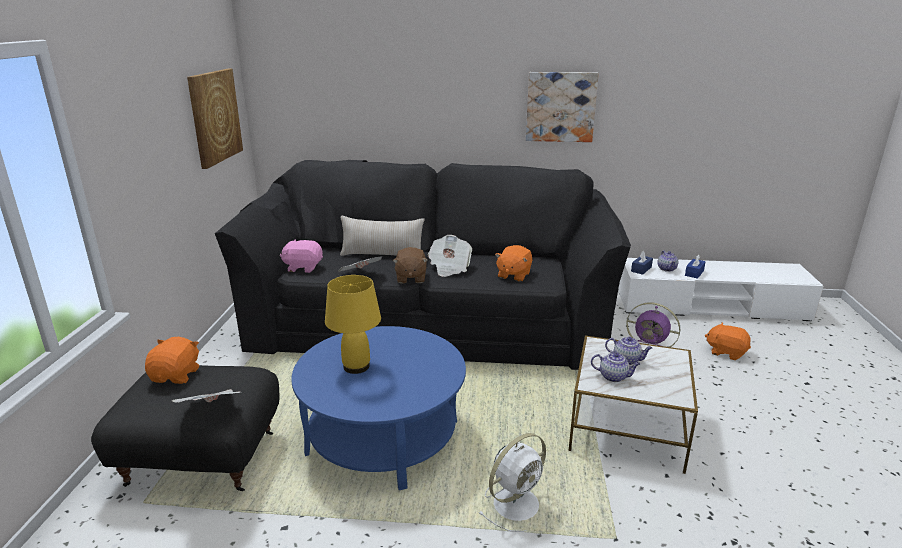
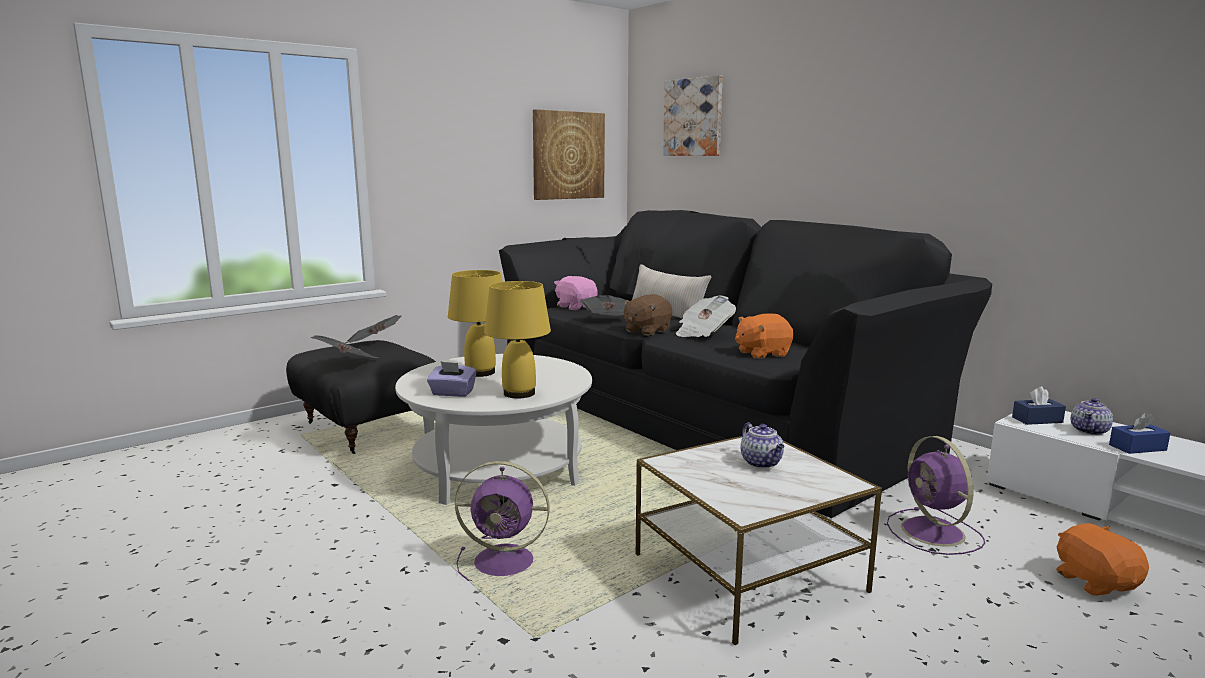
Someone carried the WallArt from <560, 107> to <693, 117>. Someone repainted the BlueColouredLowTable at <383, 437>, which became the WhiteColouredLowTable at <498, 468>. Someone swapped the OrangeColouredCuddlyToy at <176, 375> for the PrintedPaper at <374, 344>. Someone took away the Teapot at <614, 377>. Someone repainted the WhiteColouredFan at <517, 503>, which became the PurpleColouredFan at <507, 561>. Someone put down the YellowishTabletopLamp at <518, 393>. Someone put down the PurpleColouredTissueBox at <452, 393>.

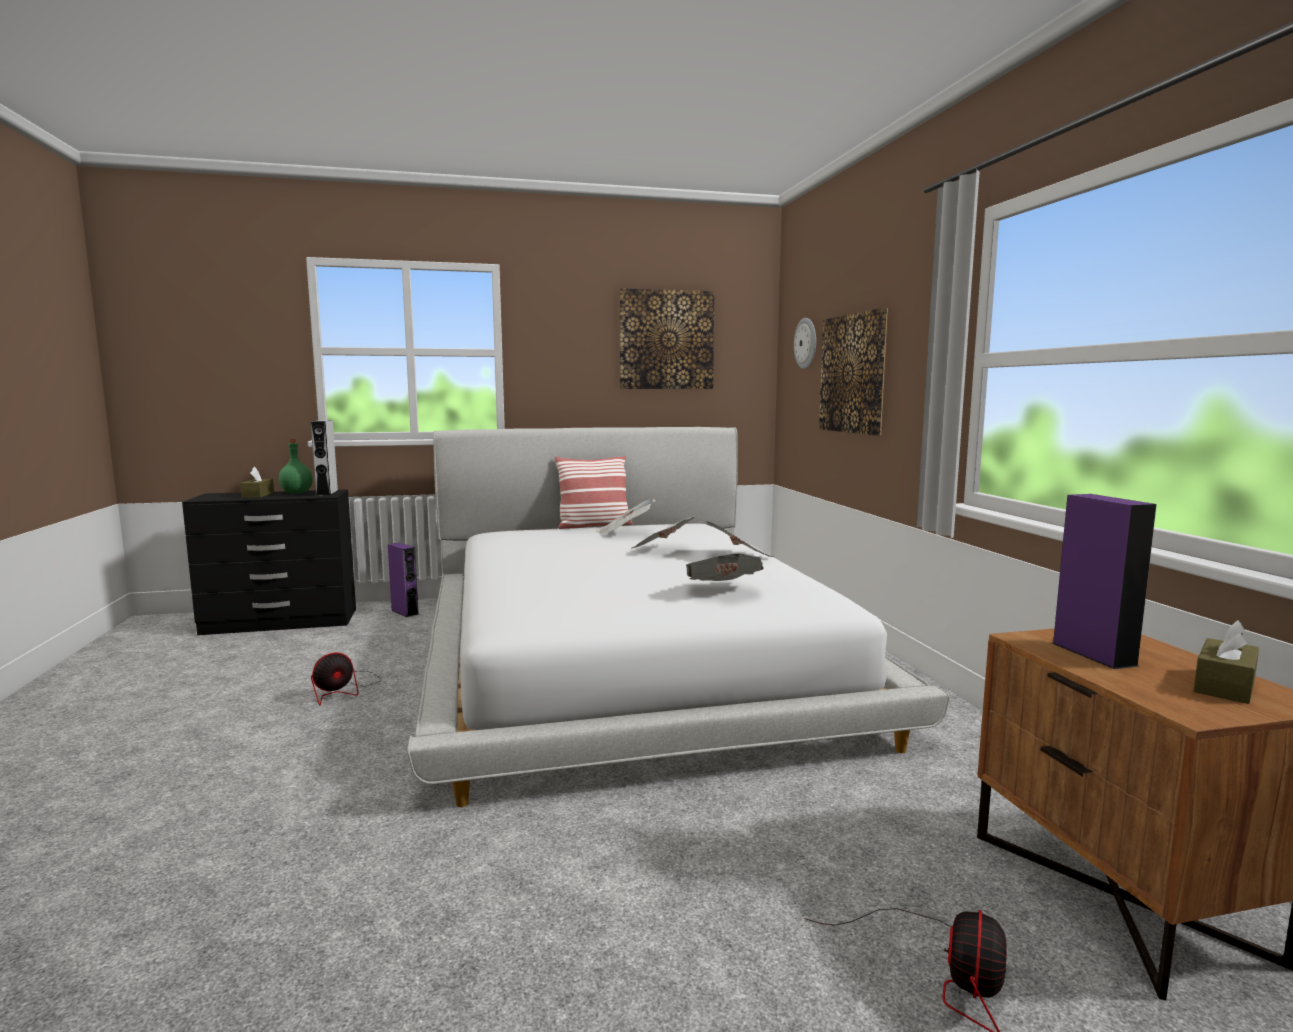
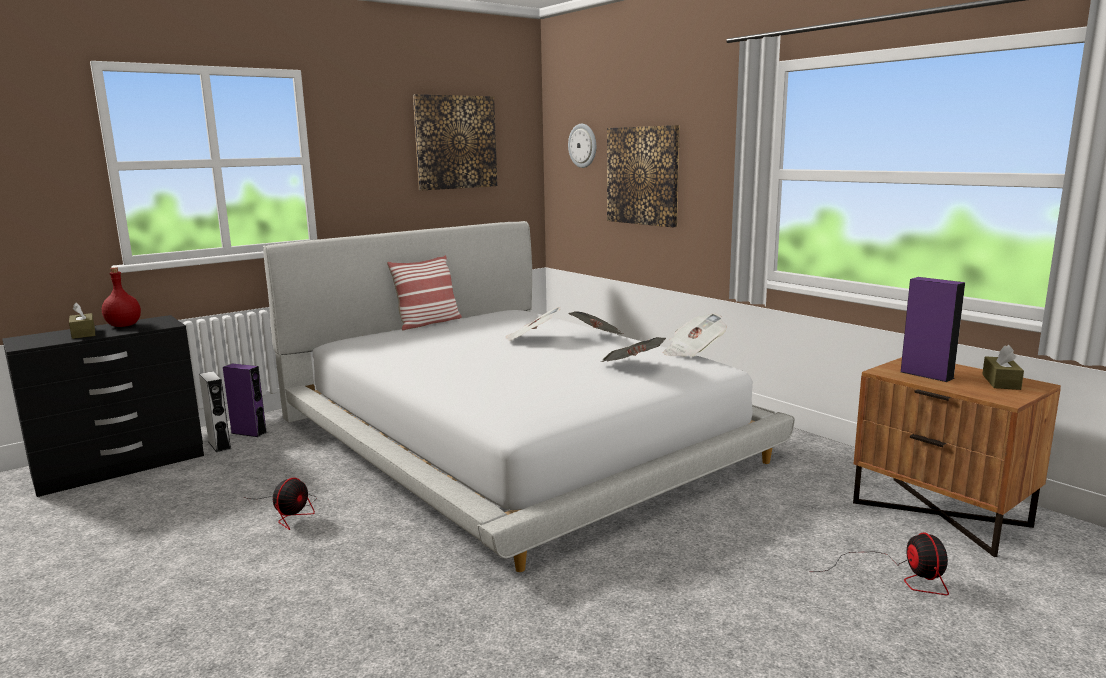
Someone carried the GreyishLoudspeaker from <327, 493> to <219, 445>. Someone repainted the GreenishBottle at <296, 493>, which became the ReddishBottle at <123, 326>. Someone carried the PrintedPaper from <625, 532> to <693, 352>.

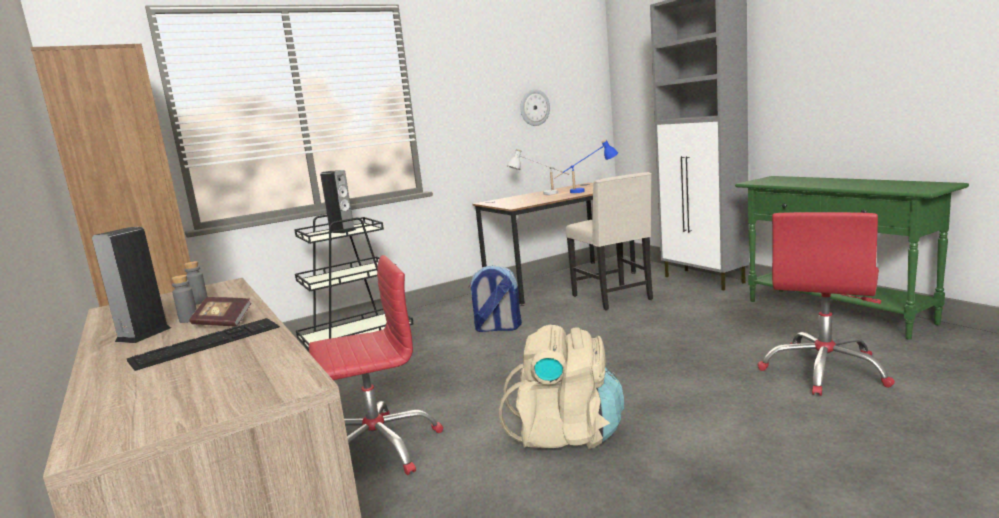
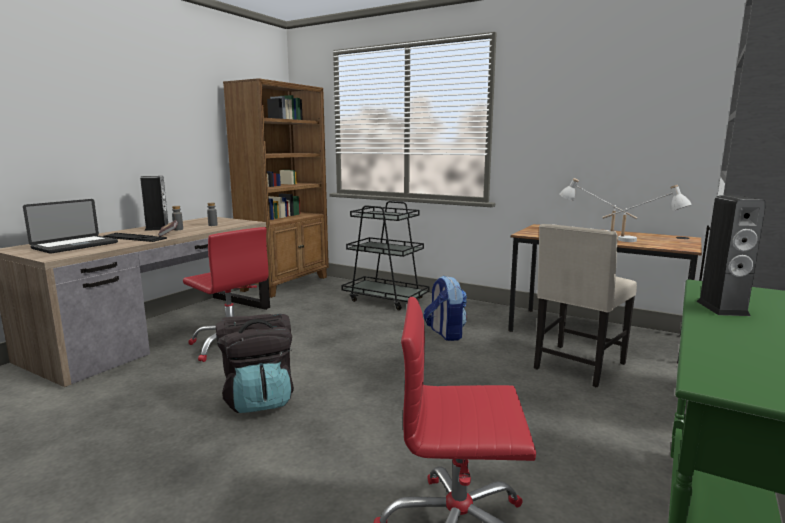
Someone took away the ClockOnTheWall at <534, 107>. Someone repainted the BlueColouredTabletopLamp at <587, 190>, which became the WhiteColouredTabletopLamp at <640, 242>. Someone carried the Loudspeaker from <342, 231> to <722, 308>. Someone repainted the BeigeColouredBackpack at <566, 433>, which became the BlackishBackpack at <259, 399>. Someone put down the PortableComputer at <75, 246>.

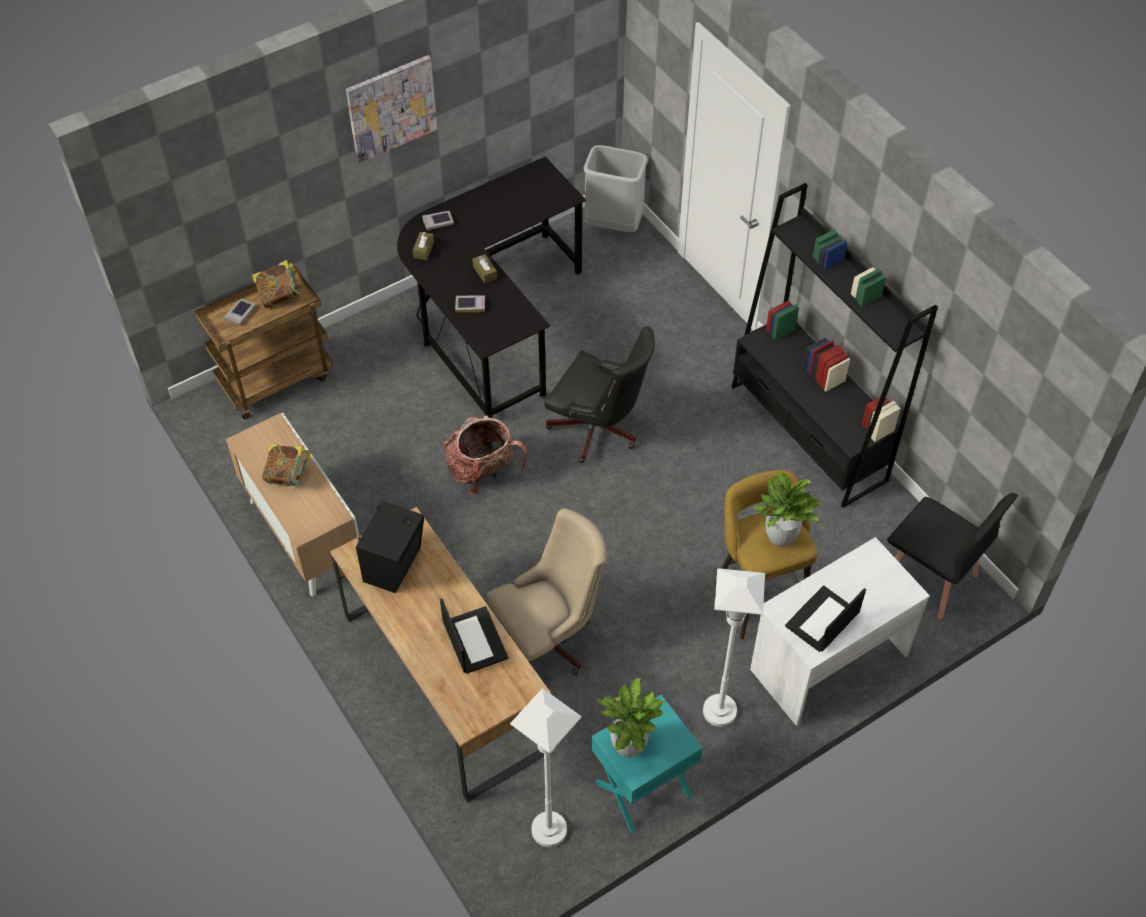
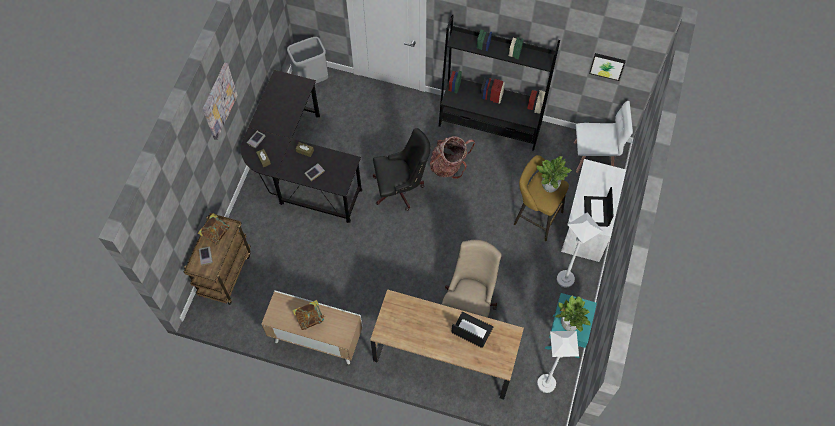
Someone carried the Backpack from <483, 471> to <449, 165>. Someone repainted the BlackishUprightChair at <930, 578>, which became the WhiteColouredUprightChair at <593, 157>. Someone took away the BlackishLoudspeaker at <395, 565>. Someone put up the WallArt at <607, 65>.

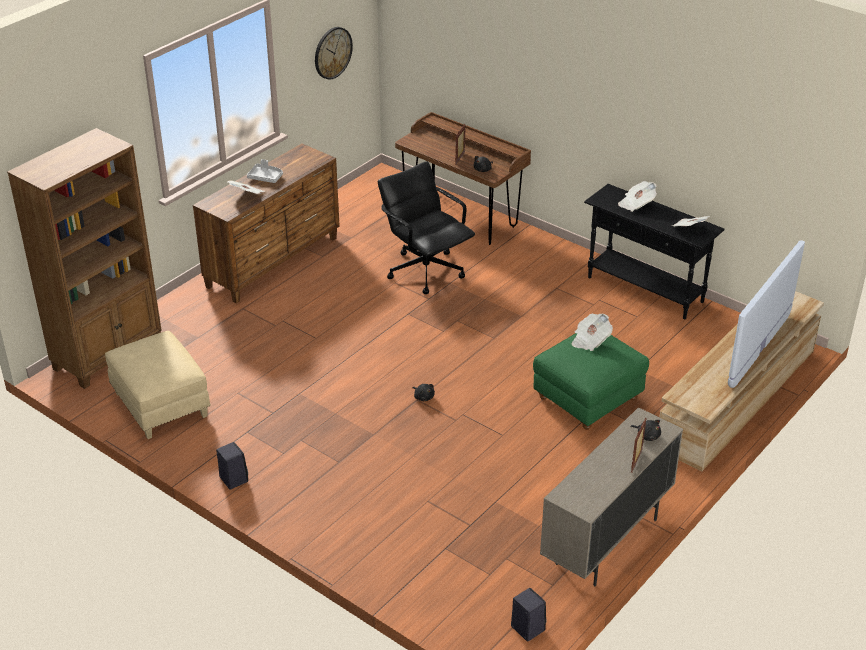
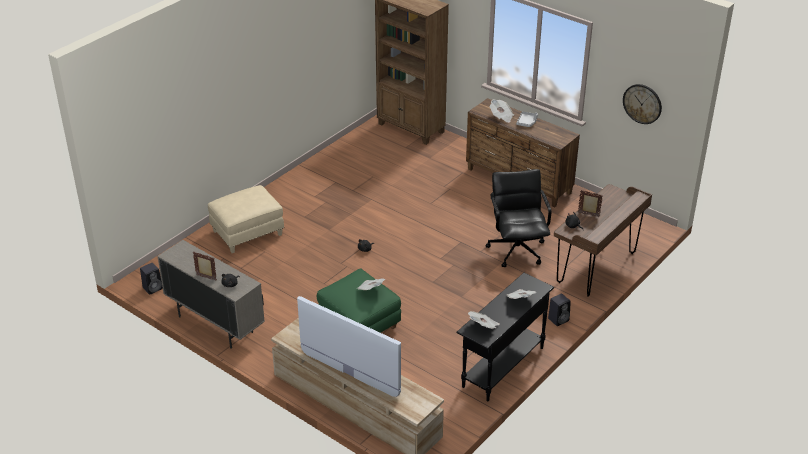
Someone rotated the BlackishComputerChair at <425, 270> by 60 degrees counterclockwise. Someone carried the BeigeColouredOttoman from <160, 404> to <248, 232>. Someone carried the BlackishLoudspeaker from <233, 479> to <558, 319>.

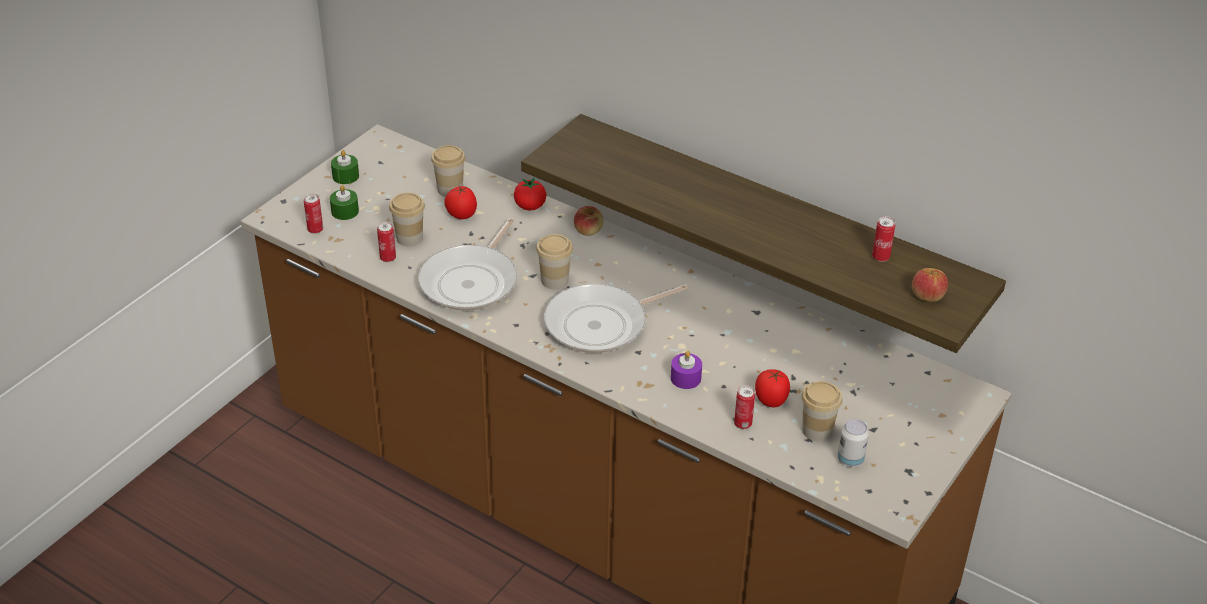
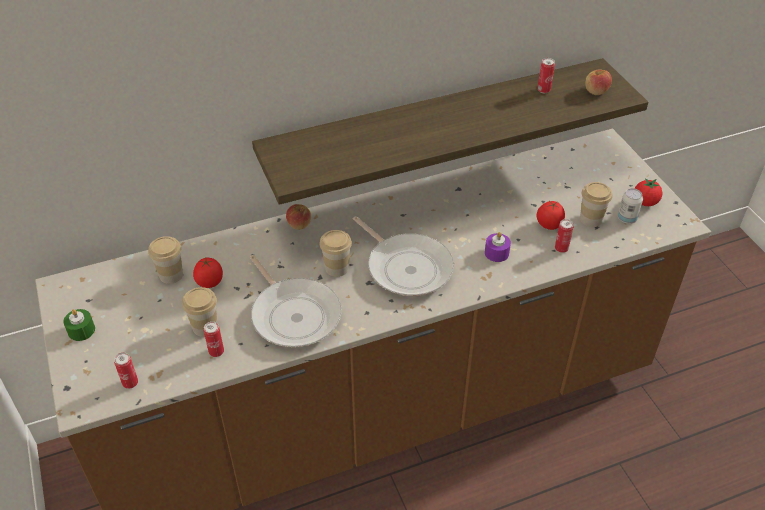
Someone carried the WholeTomato from <530, 206> to <645, 202>. Someone took away the GreenishWaxCandle at <345, 211>. Someone rotated the Pan at <601, 324> by 45 degrees counterclockwise.

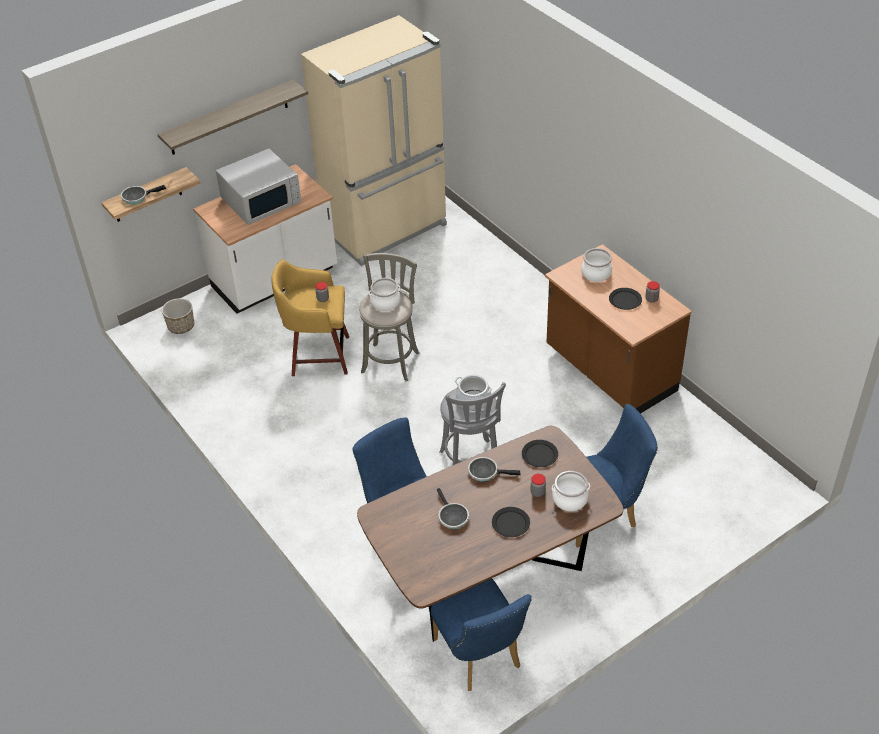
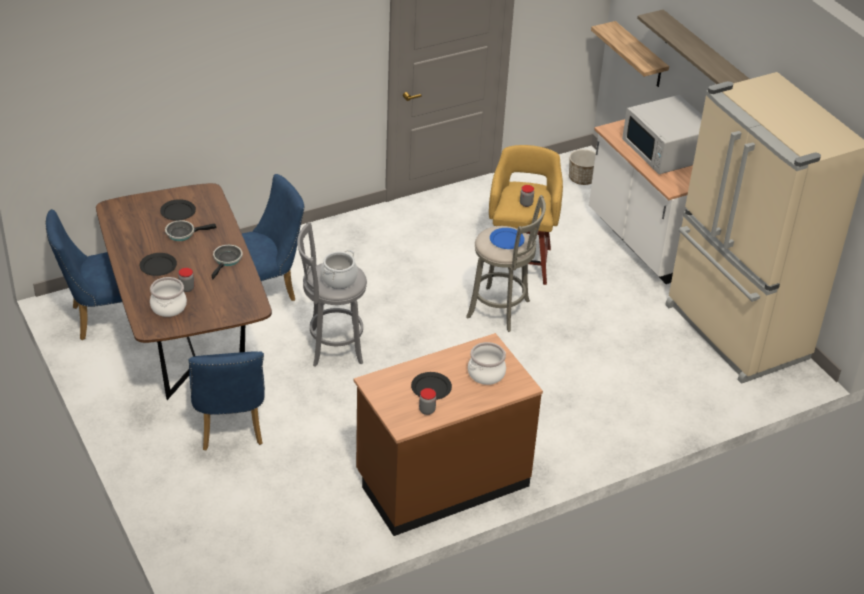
Someone took away the Pan at <137, 197>. Someone swapped the CookingPot at <385, 302> for the BlueColouredFlatDish at <507, 240>. Someone carried the BlackishFlatDish from <539, 454> to <178, 211>.

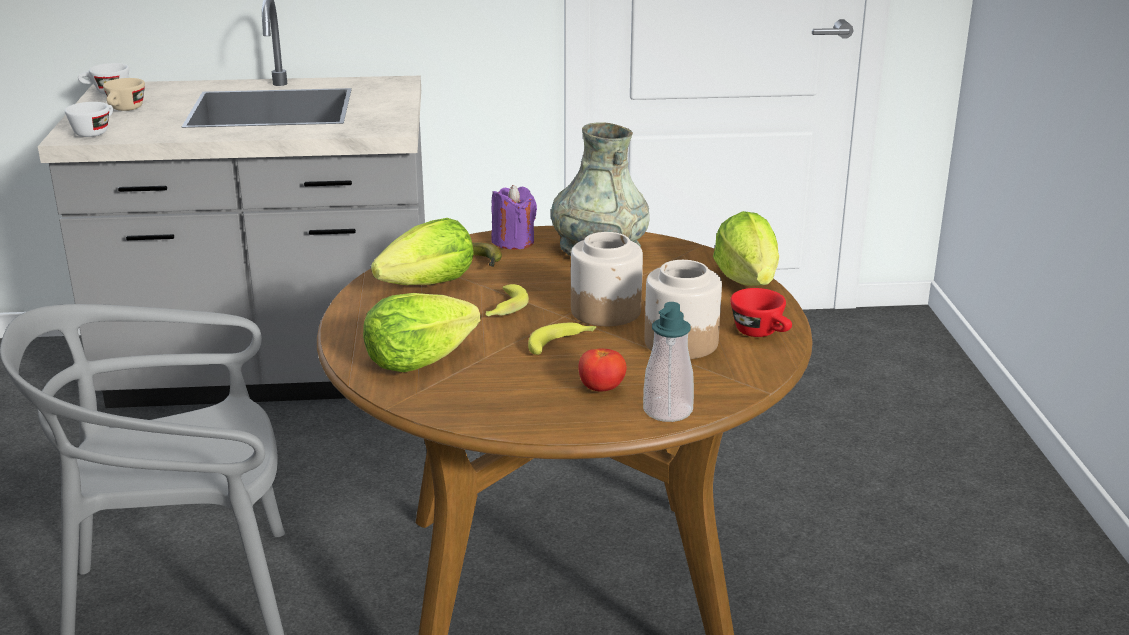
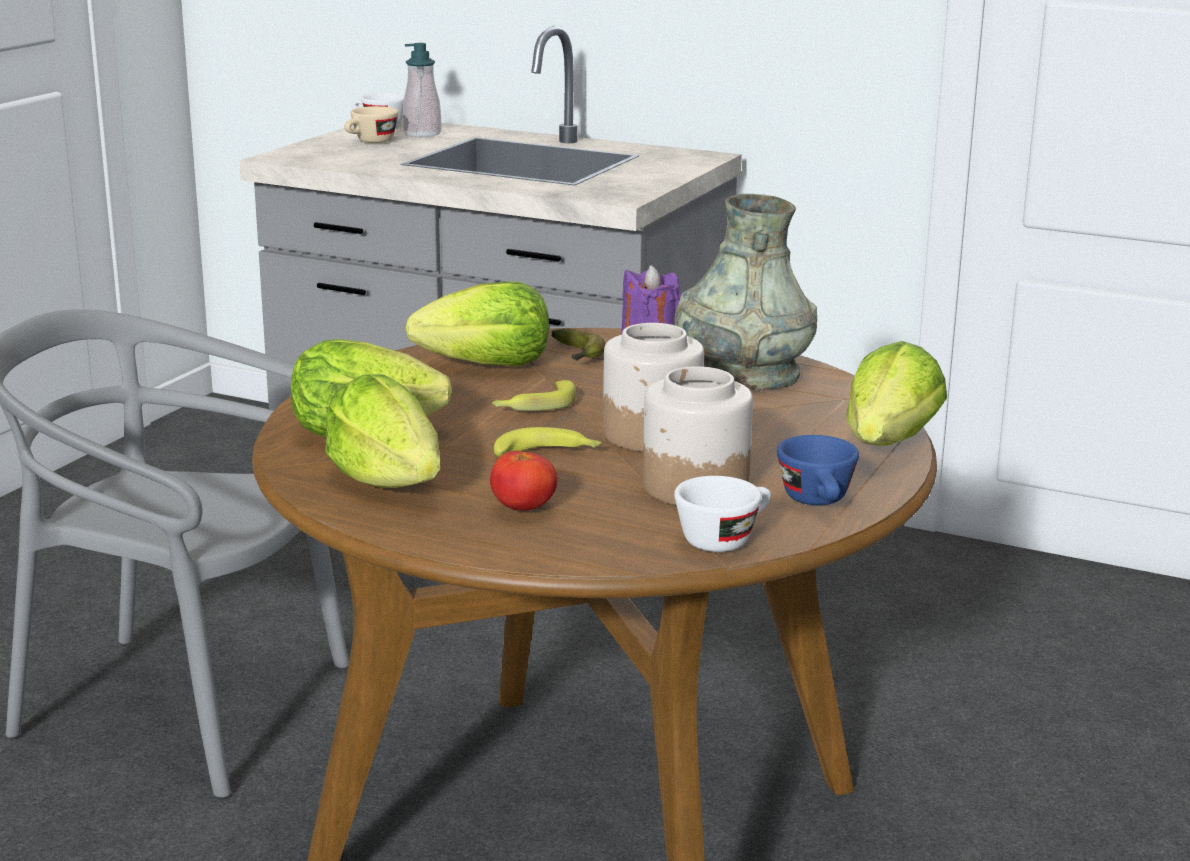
Someone carried the WhiteColouredDrinkingCup from <95, 132> to <724, 539>. Someone repainted the ReddishDrinkingCup at <762, 333>, which became the BlueColouredDrinkingCup at <819, 502>. Someone carried the SoapDispenser from <667, 411> to <422, 134>. Someone put down the Lettuce at <388, 482>.

